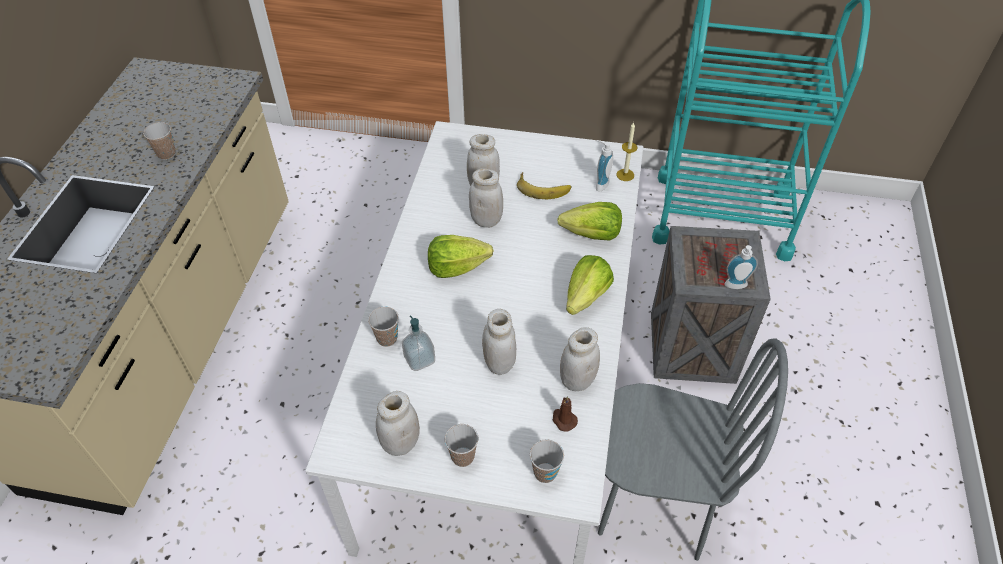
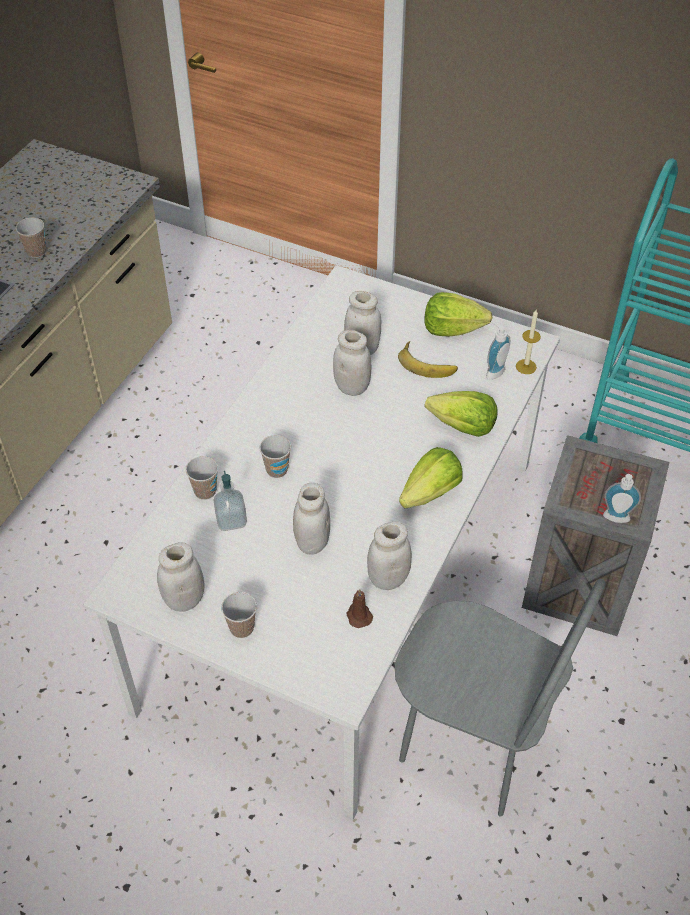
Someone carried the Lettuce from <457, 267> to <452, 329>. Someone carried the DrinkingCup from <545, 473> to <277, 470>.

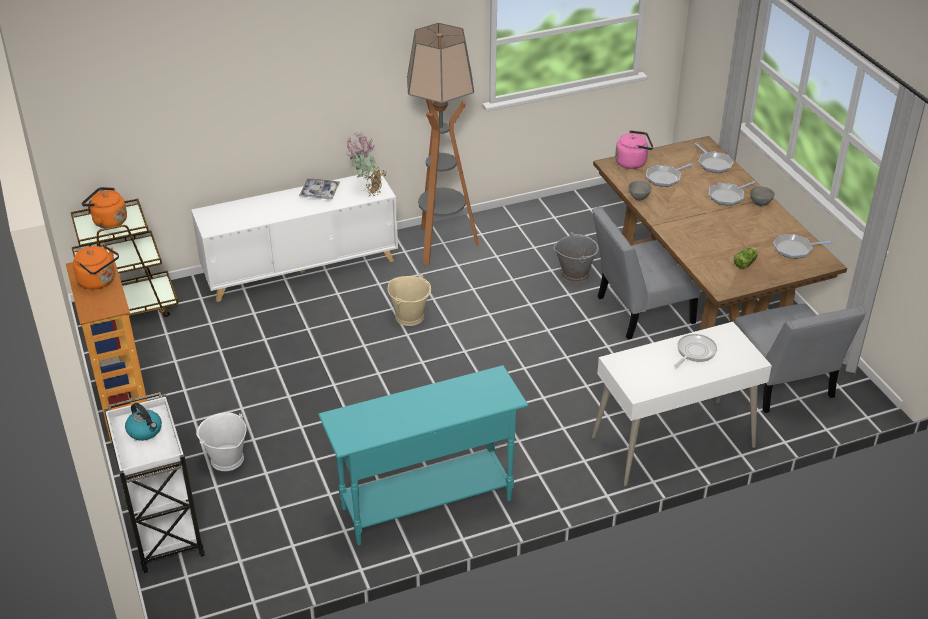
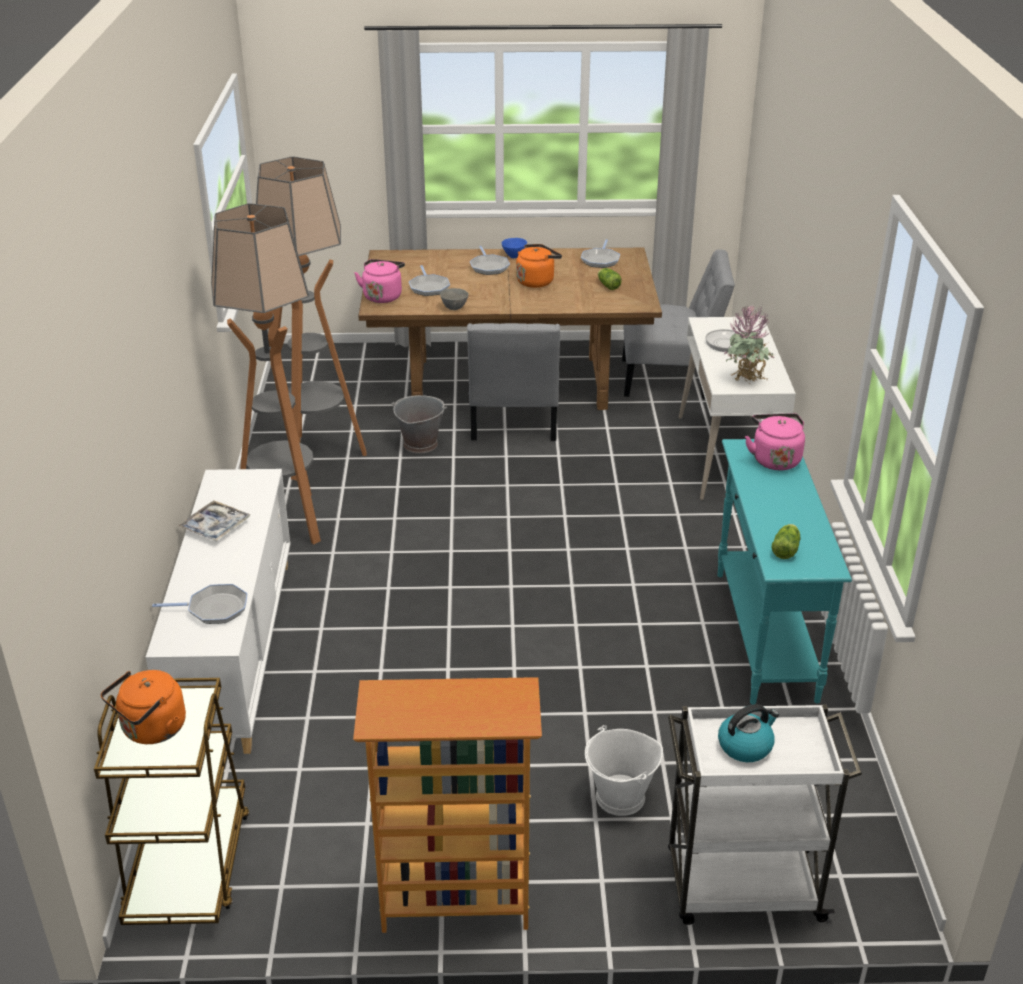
Someone carried the Houseplant from <367, 191> to <746, 382>. Someone carried the Pan from <713, 164> to <214, 609>. Someone repainted the GreyishServingBowl at <760, 203>, which became the BlueColouredServingBowl at <514, 256>. Someone carried the OrangeColouredTeaKettle from <99, 281> to <536, 281>. Someone took away the BeigeColouredWaterBucket at <410, 316>. Someone put down the StandingLamp at <319, 456>. Someone put down the PinkishTeaKettle at <774, 459>. Someone put down the Lettuce at <786, 549>.

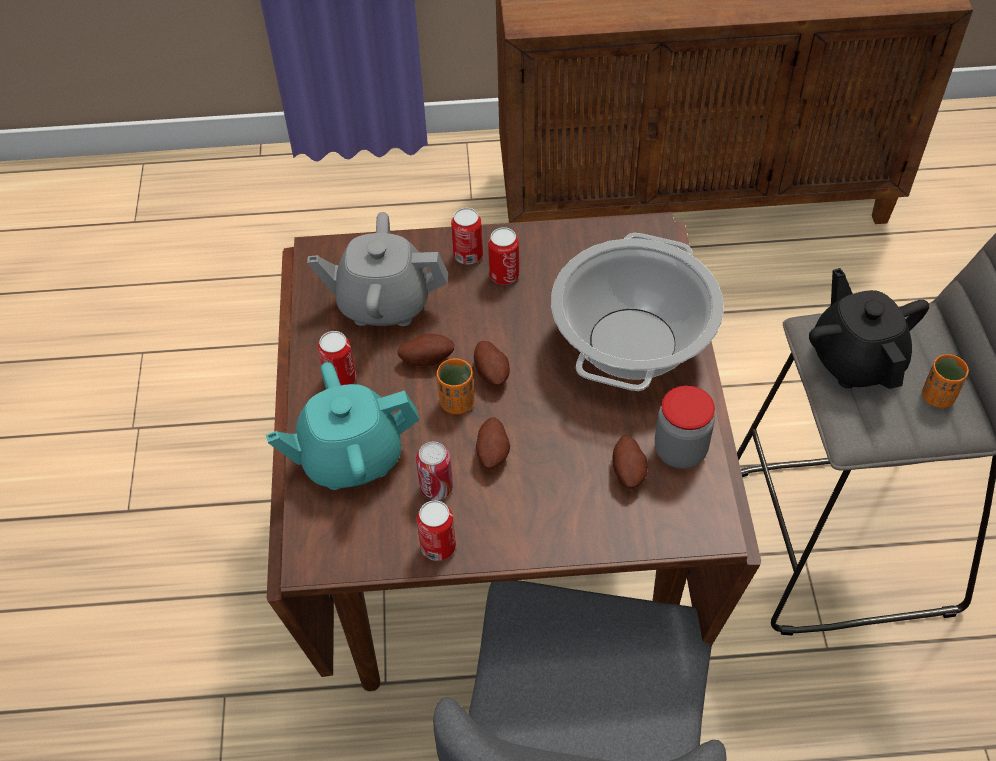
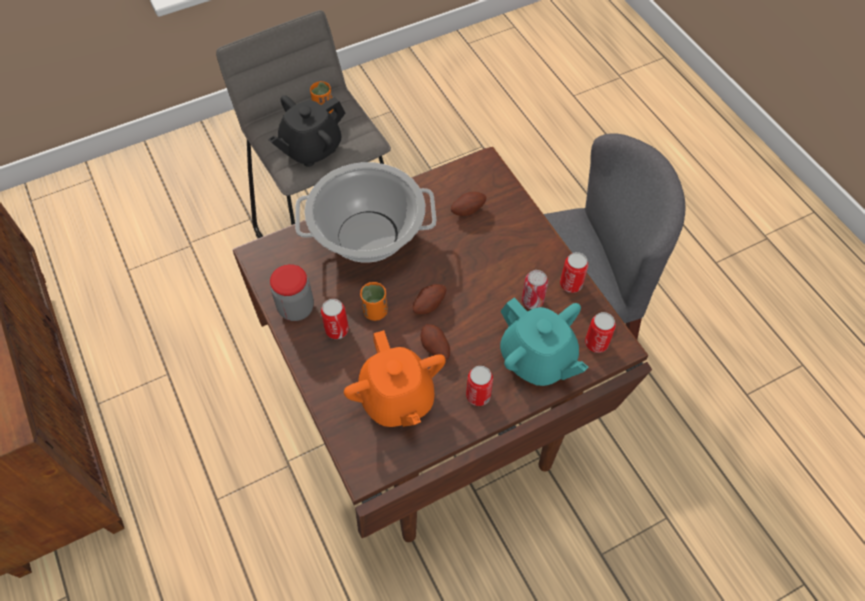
Someone carried the Can from <468, 255> to <596, 343>. Someone repainted the GreyishTeapot at <383, 303>, which became the OrangeColouredTeapot at <397, 398>. Someone carried the OrangeColouredDrinkingCup from <457, 402> to <375, 311>. Someone carried the Jar from <680, 451> to <296, 308>. Someone took away the Spud at <493, 453>.

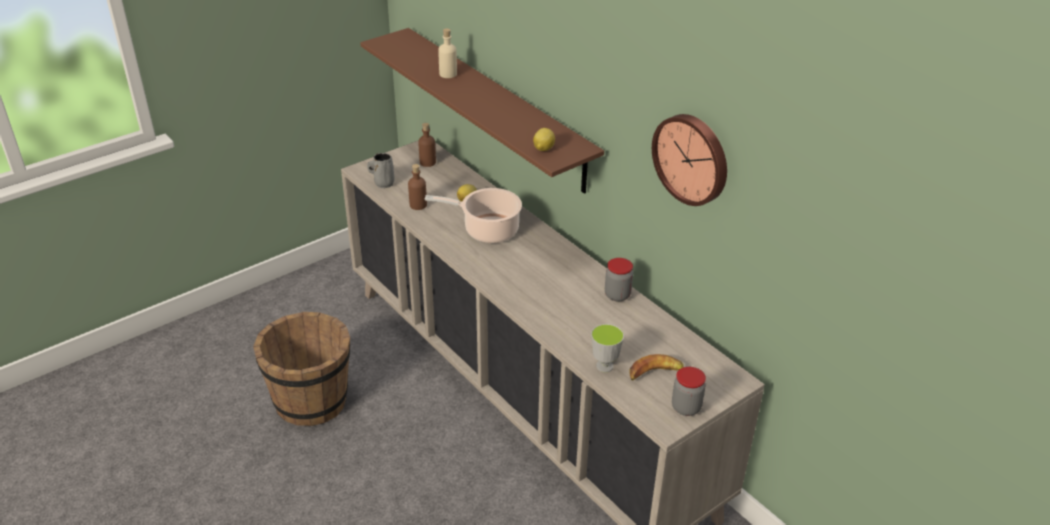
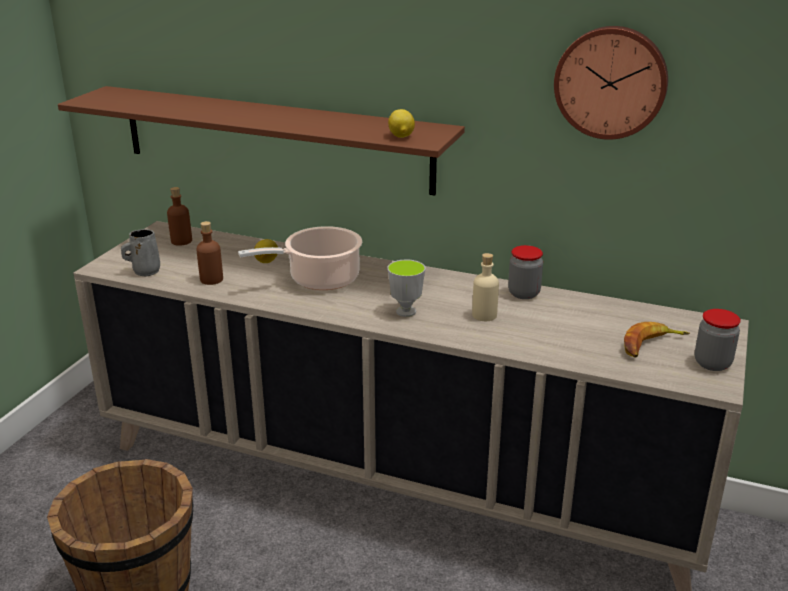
Someone carried the BeigeColouredBottle from <448, 74> to <484, 315>. Someone carried the DrinkingCup from <604, 366> to <406, 312>.

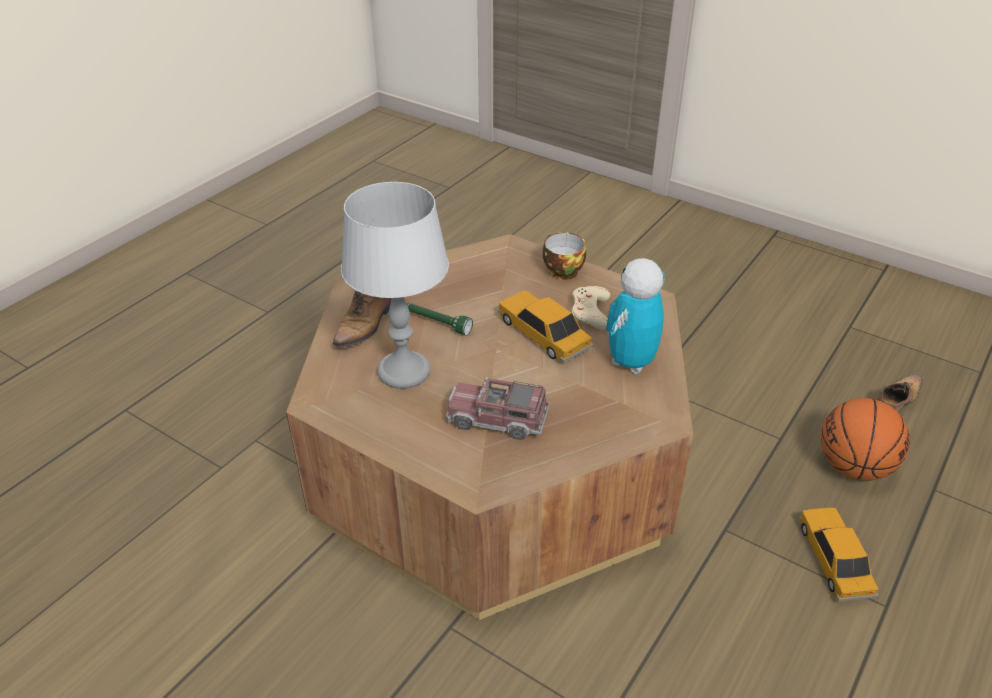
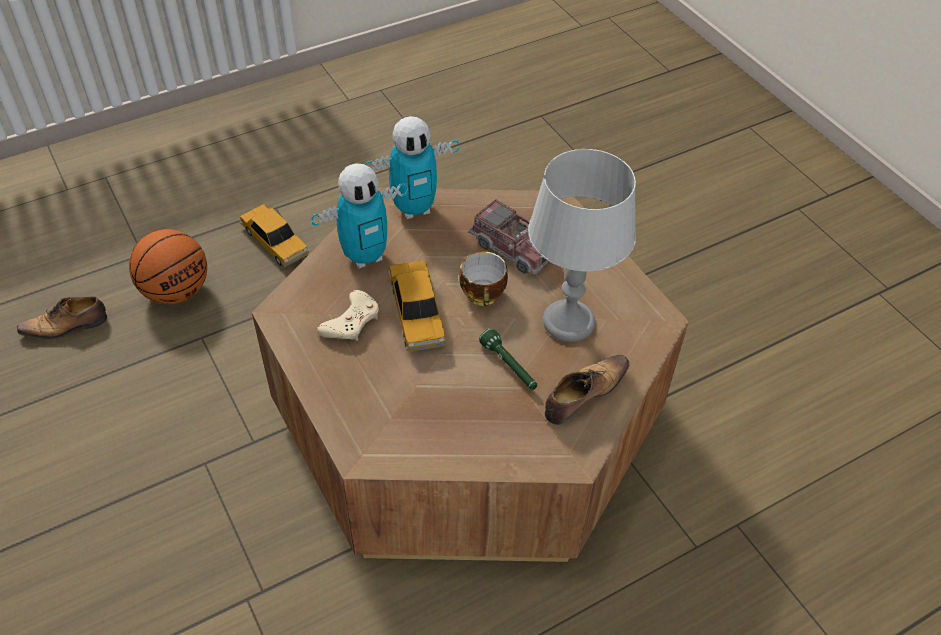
Someone carried the DrinkingCup from <560, 270> to <484, 295>. Someone rotated the ModelCar at <834, 560> by 60 degrees counterclockwise. Someone put down the RobotFigure at <414, 208>.

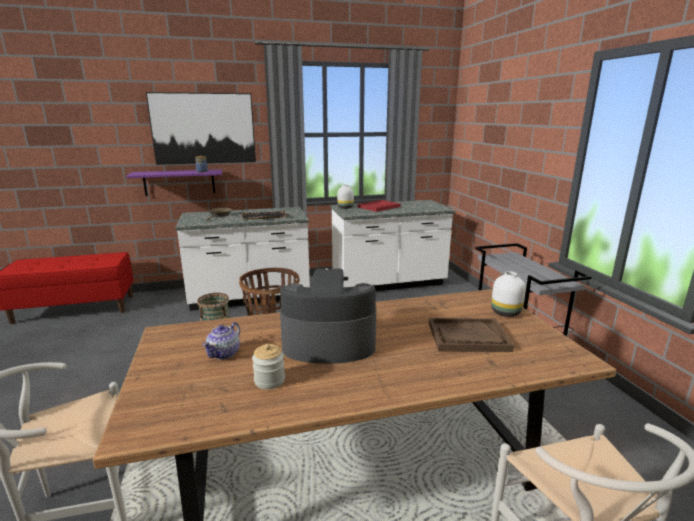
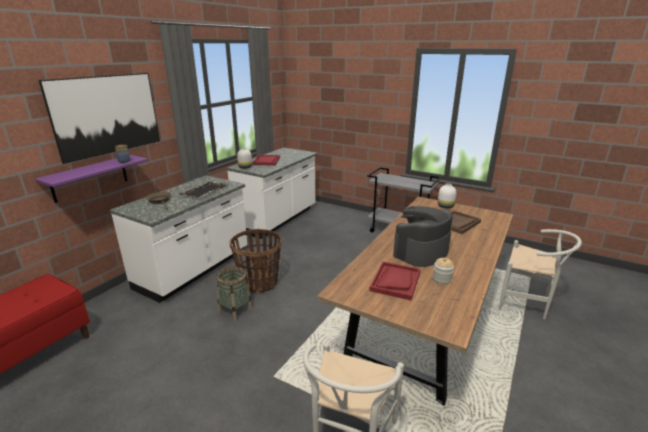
Someone swapped the Teapot at <224, 353> for the ReddishCarryingTray at <395, 281>.

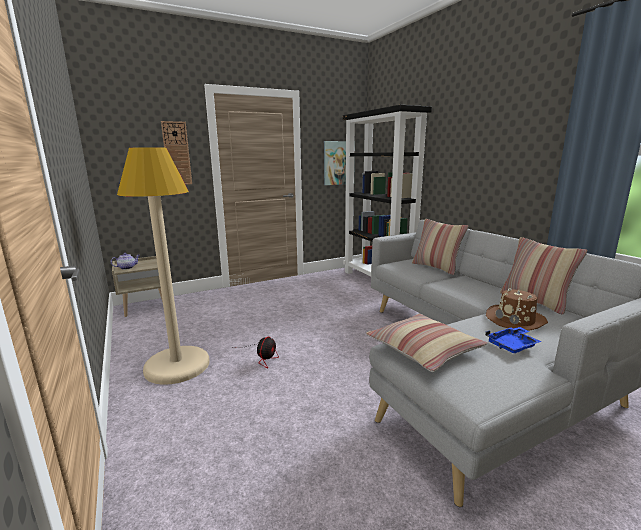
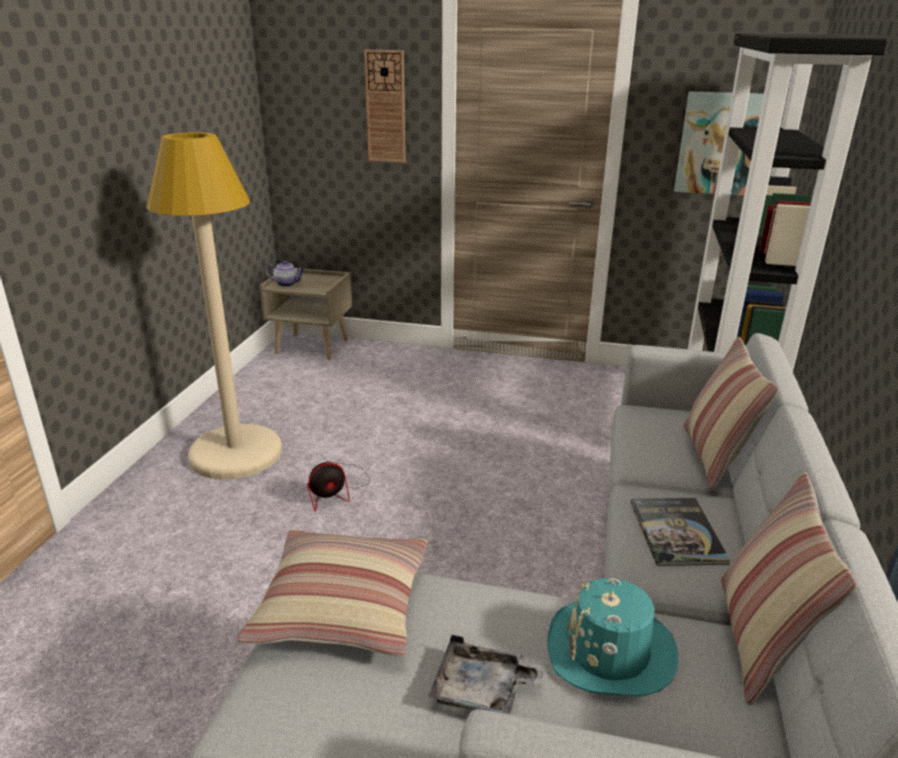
Someone repainted the BrownishHat at <516, 320>, which became the BlueGreenHat at <610, 651>. Someone repainted the BlueColouredCarryingTray at <512, 345>, which became the GreyishCarryingTray at <482, 690>. Someone put down the Volume at <676, 532>.

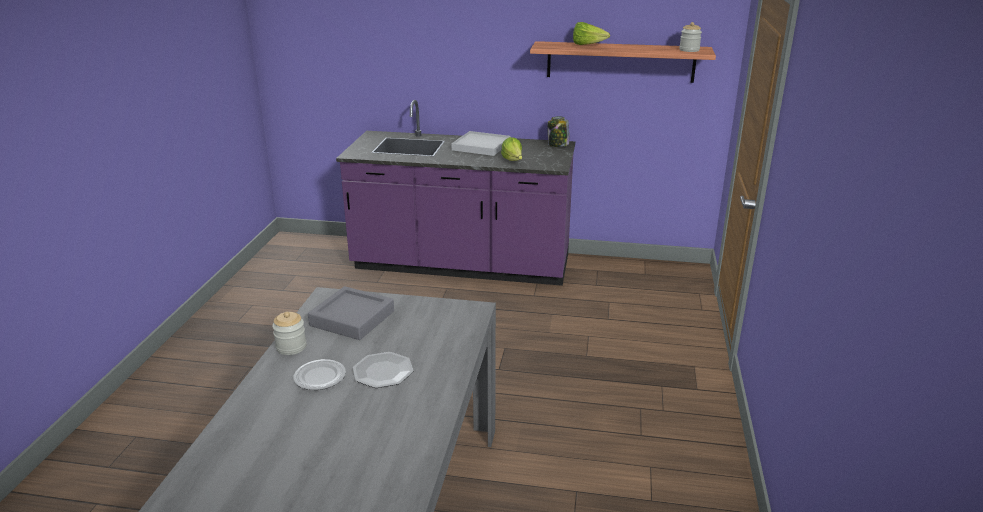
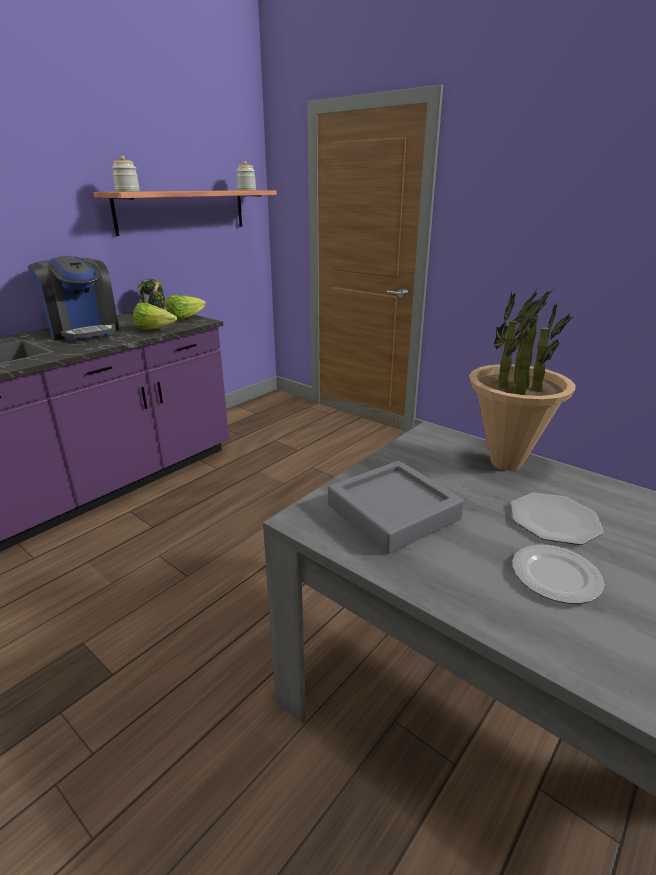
Someone carried the Lettuce from <587, 45> to <185, 318>. Someone swapped the WhiteColouredCarryingTray at <481, 146> for the CoffeeMaker at <84, 331>. Someone carried the Jar from <291, 347> to <127, 191>. Someone put down the Houseplant at <505, 462>.

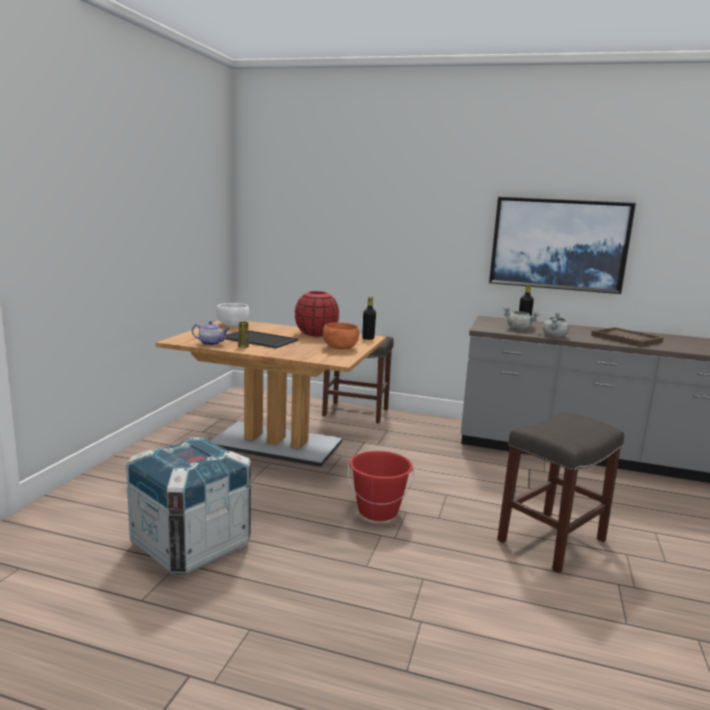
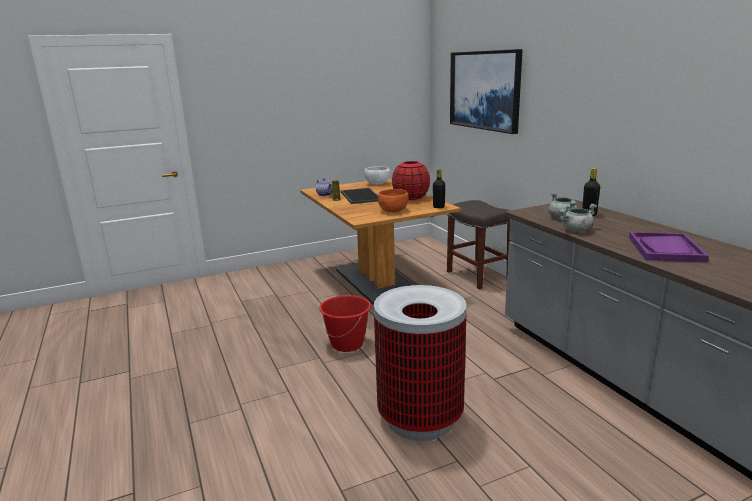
Someone carried the WallArt from <558, 244> to <485, 90>. Someone repainted the BrownishCarryingTray at <626, 339>, which became the PurpleColouredCarryingTray at <665, 249>. Someone swapped the GreyishStoolSeat at <551, 539> for the RubbishBin at <420, 418>. Someone took away the ShippingCrate at <191, 545>.

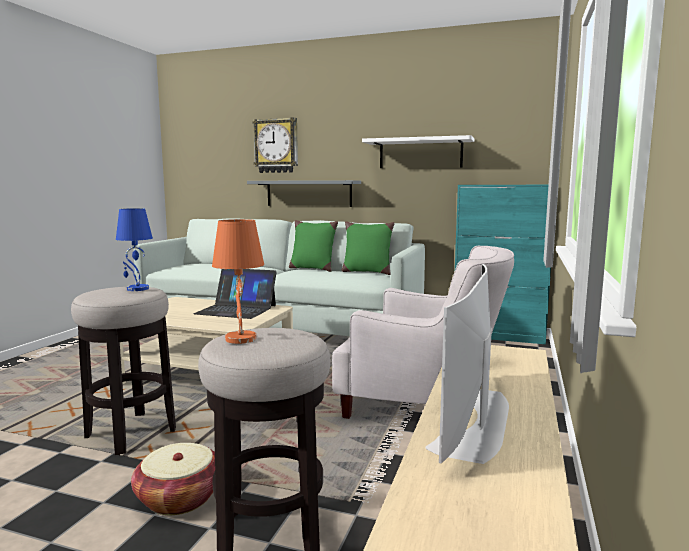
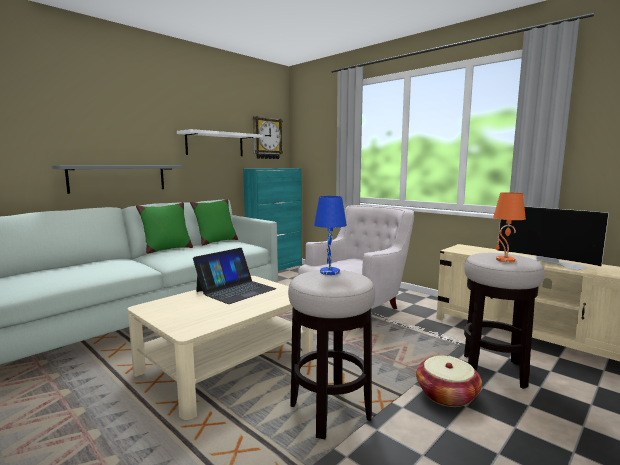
Someone carried the ClockOnTheWall from <276, 146> to <266, 138>.

